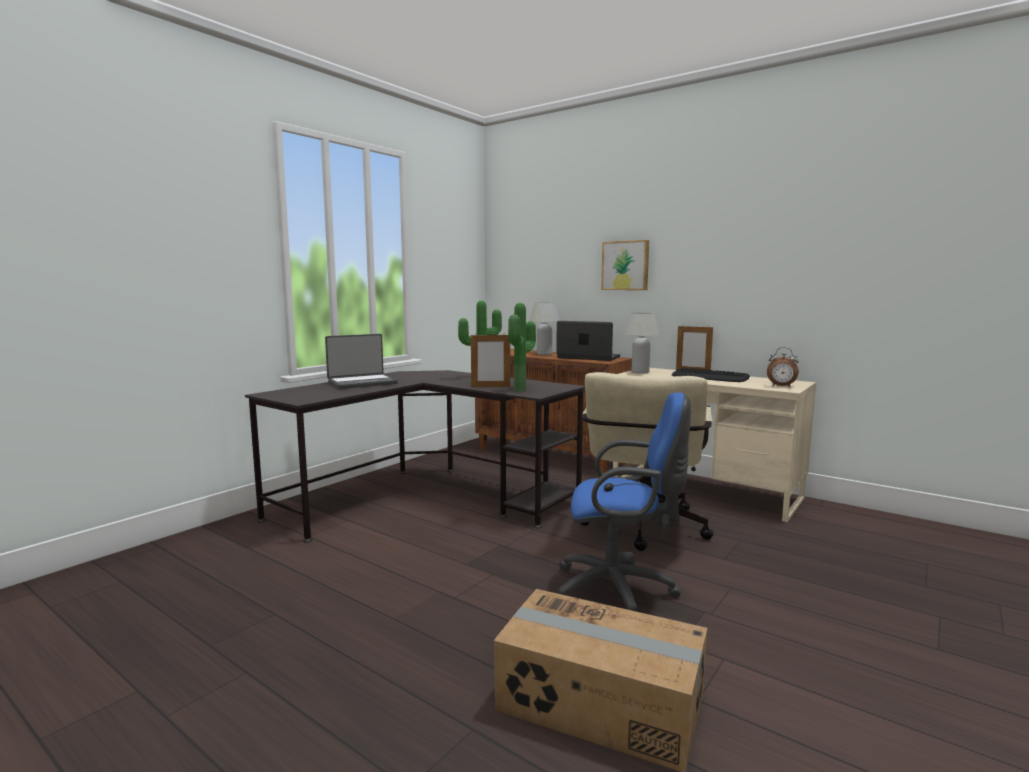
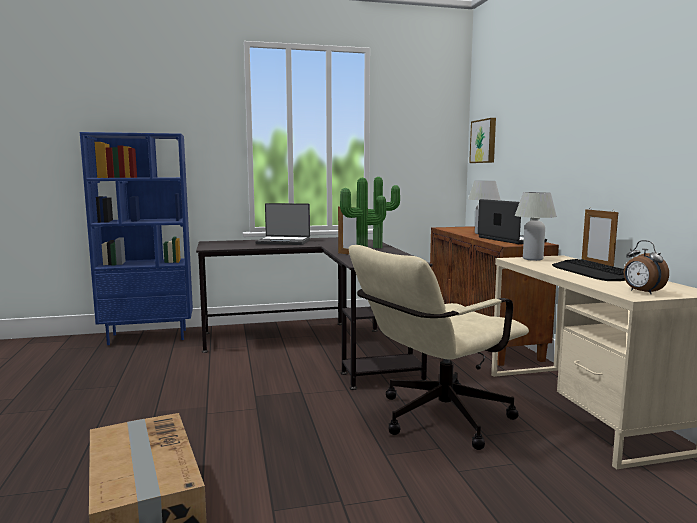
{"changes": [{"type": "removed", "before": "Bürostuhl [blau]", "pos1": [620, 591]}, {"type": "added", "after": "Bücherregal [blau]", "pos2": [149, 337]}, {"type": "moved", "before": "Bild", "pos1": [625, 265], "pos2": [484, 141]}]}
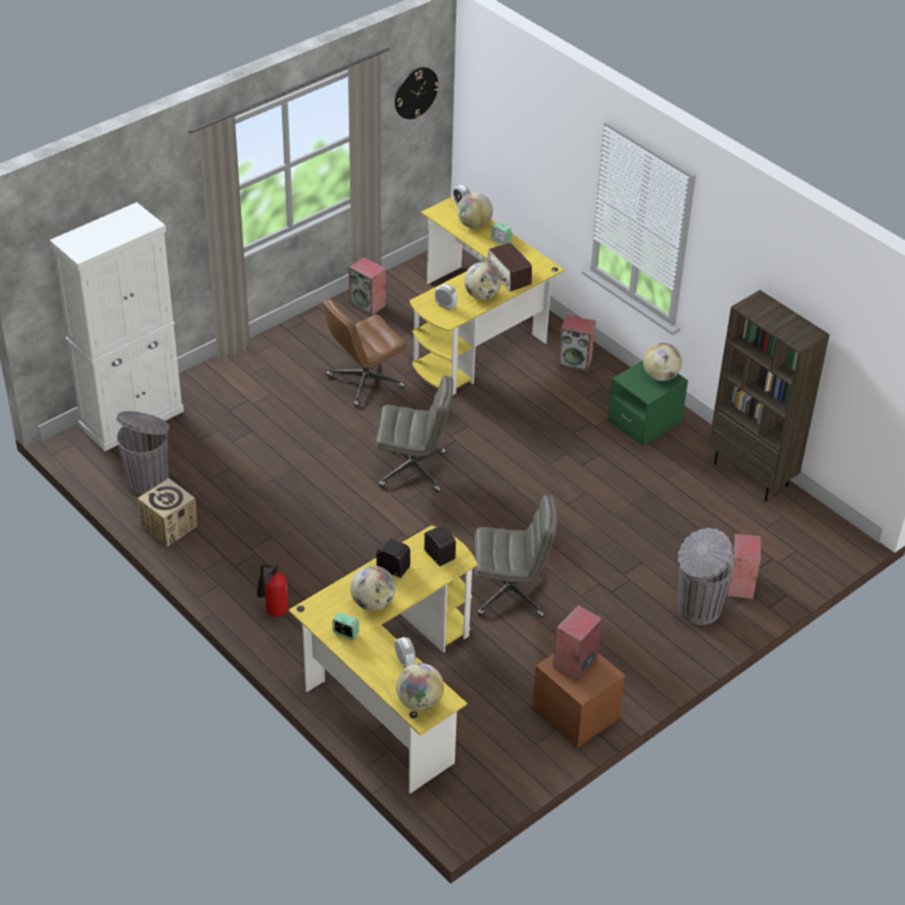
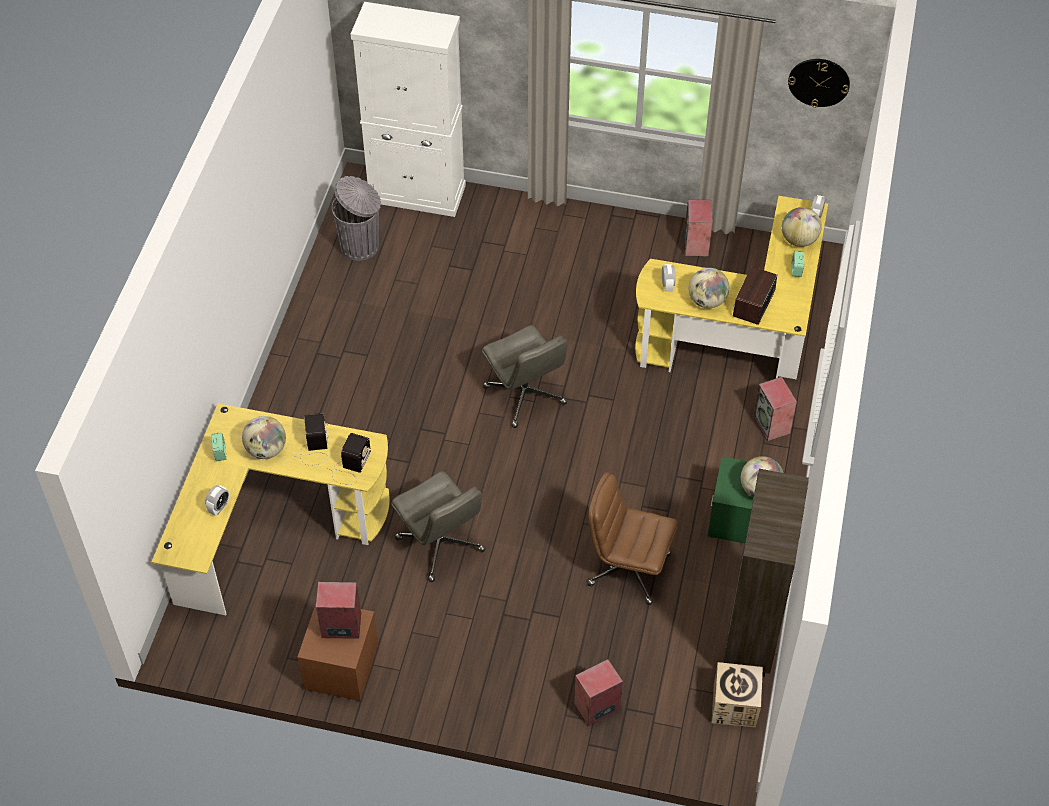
{"changes": [{"type": "removed", "before": "Feuerlöscher", "pos1": [273, 611]}, {"type": "removed", "before": "Globus", "pos1": [419, 702]}, {"type": "removed", "before": "Mülleimer [grau]", "pos1": [697, 609]}, {"type": "moved", "before": "Karton", "pos1": [169, 526], "pos2": [734, 705]}, {"type": "moved", "before": "Bürostuhl [braun]", "pos1": [364, 382], "pos2": [628, 569]}]}
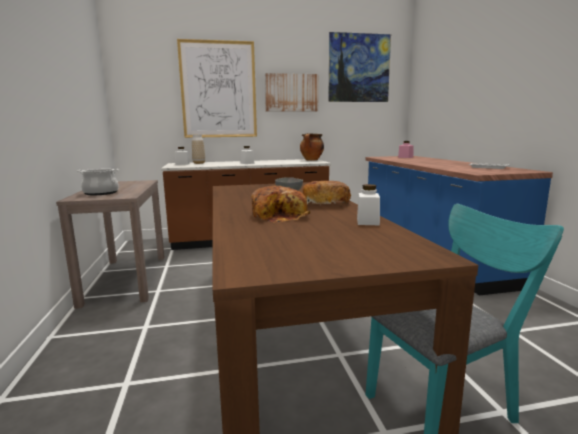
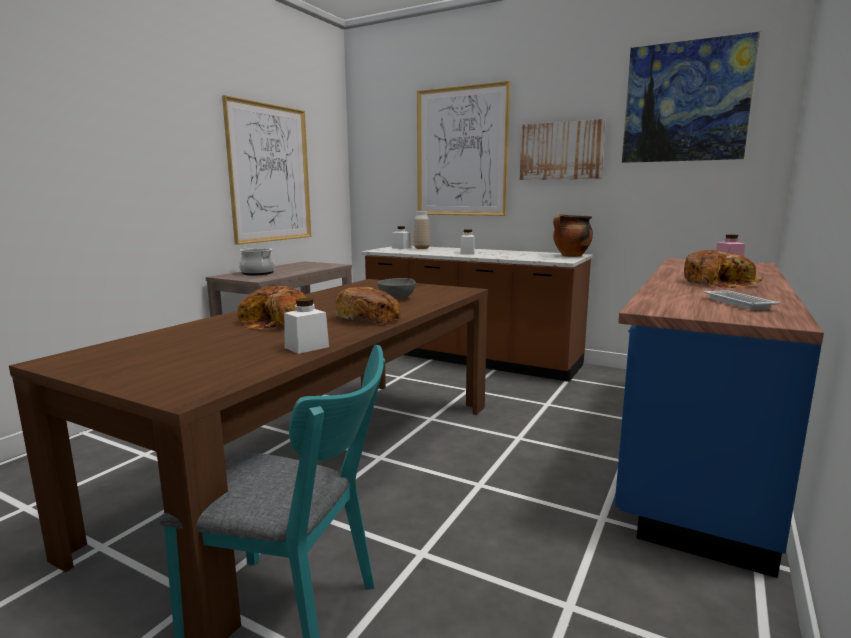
{"changes": [{"type": "added", "after": "Bild", "pos2": [270, 174]}, {"type": "added", "after": "Brot", "pos2": [719, 283]}]}
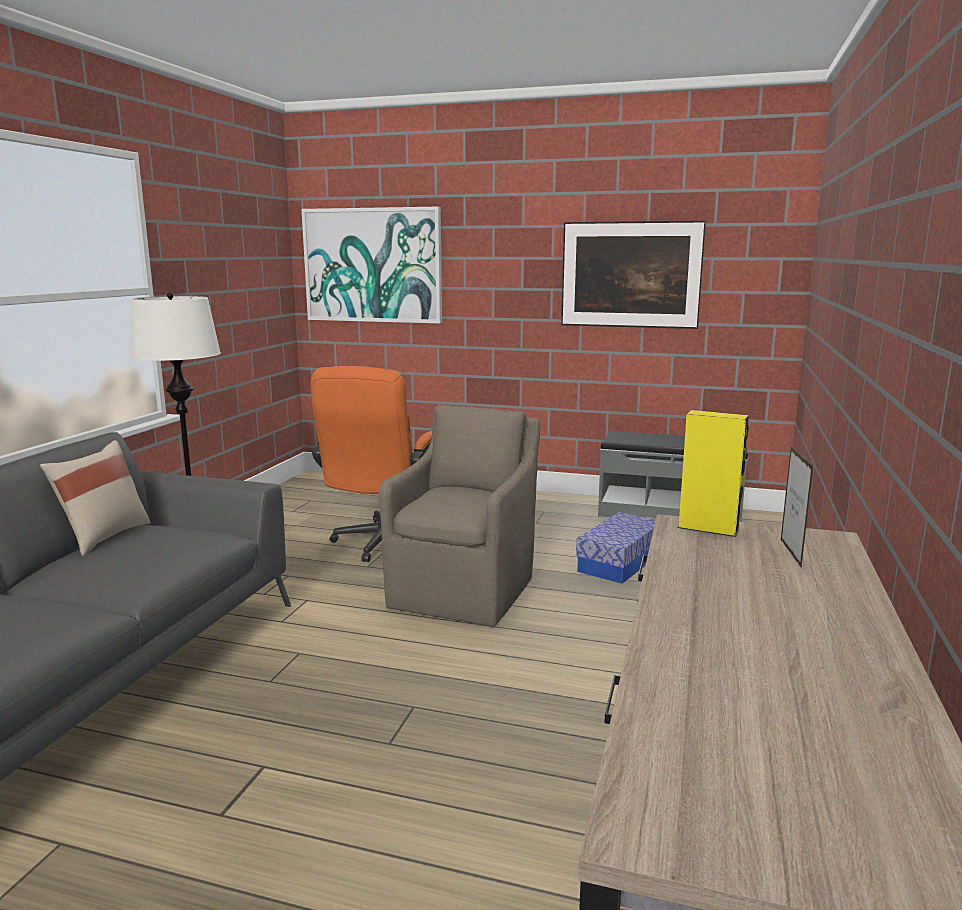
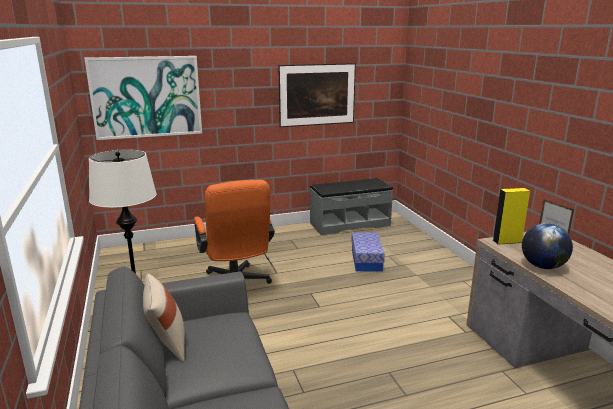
{"changes": [{"type": "removed", "before": "Sessel [braun]", "pos1": [464, 590]}, {"type": "added", "after": "Globus", "pos2": [542, 266]}]}
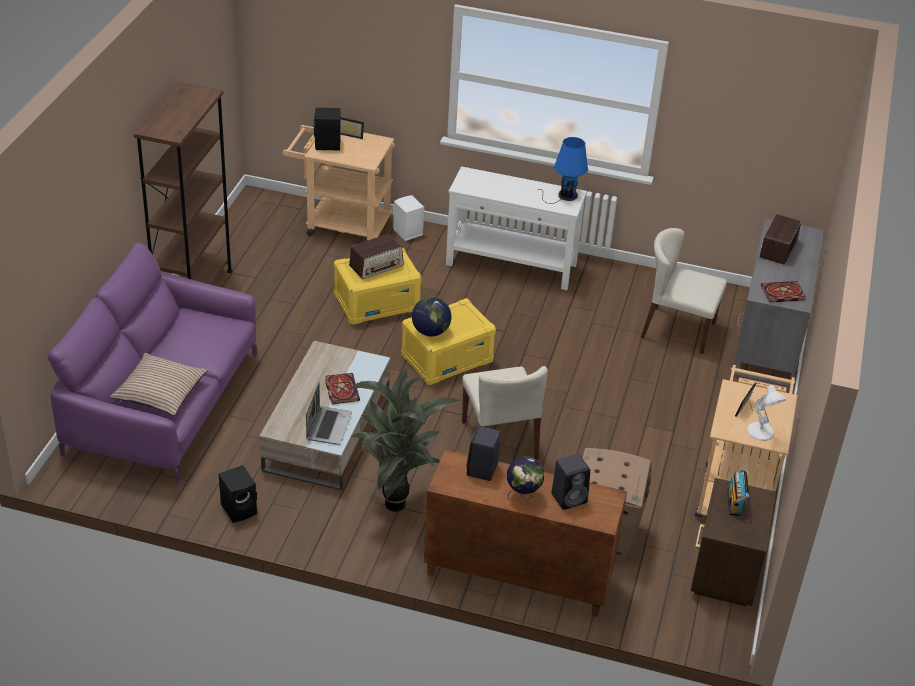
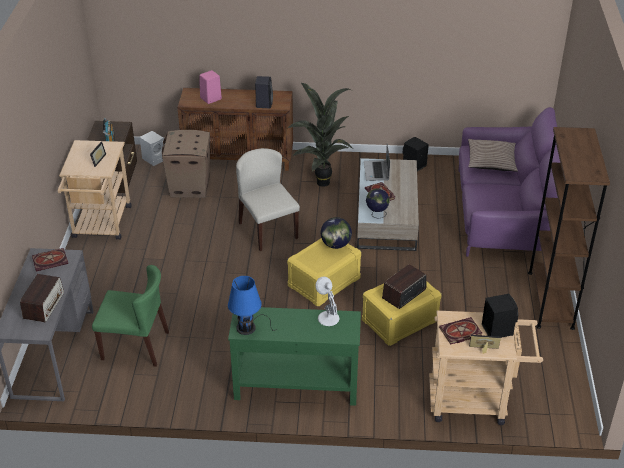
{"changes": [{"type": "added", "after": "Buch", "pos2": [460, 332]}, {"type": "moved", "before": "Lautsprecher [weiß]", "pos1": [406, 232], "pos2": [154, 159]}, {"type": "moved", "before": "Globus", "pos1": [523, 495], "pos2": [376, 214]}, {"type": "moved", "before": "Tischlampe [weiß]", "pos1": [761, 432], "pos2": [327, 317]}, {"type": "recoloured", "before": "Konsolentisch [weiß]", "after": "Konsolentisch [grün]", "pos1": [511, 265], "pos2": [295, 386]}, {"type": "recoloured", "before": "Lautsprecher [schwarz]", "after": "Lautsprecher [rosa]", "pos1": [569, 498], "pos2": [210, 99]}, {"type": "recoloured", "before": "Stuhl [beige]", "after": "Stuhl [grün]", "pos1": [677, 330], "pos2": [136, 345]}]}
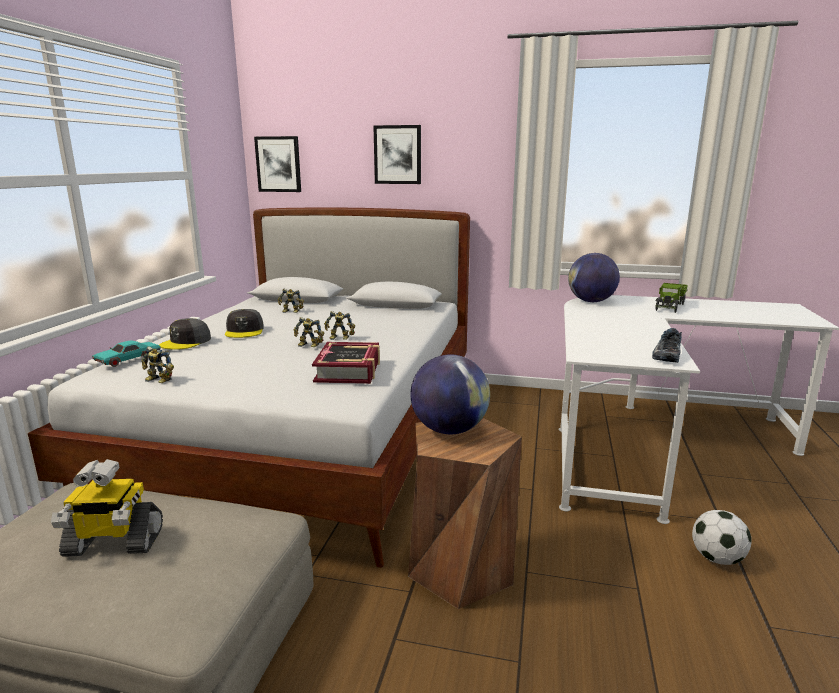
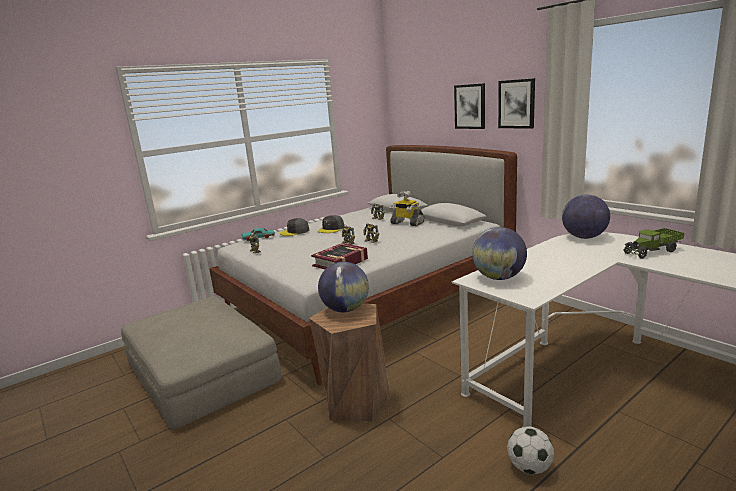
{"changes": [{"type": "removed", "before": "Schuh", "pos1": [665, 355]}, {"type": "added", "after": "Globus", "pos2": [499, 278]}, {"type": "moved", "before": "Spielzeugroboter", "pos1": [113, 543], "pos2": [407, 223]}, {"type": "moved", "before": "Bild", "pos1": [278, 164], "pos2": [516, 104]}]}
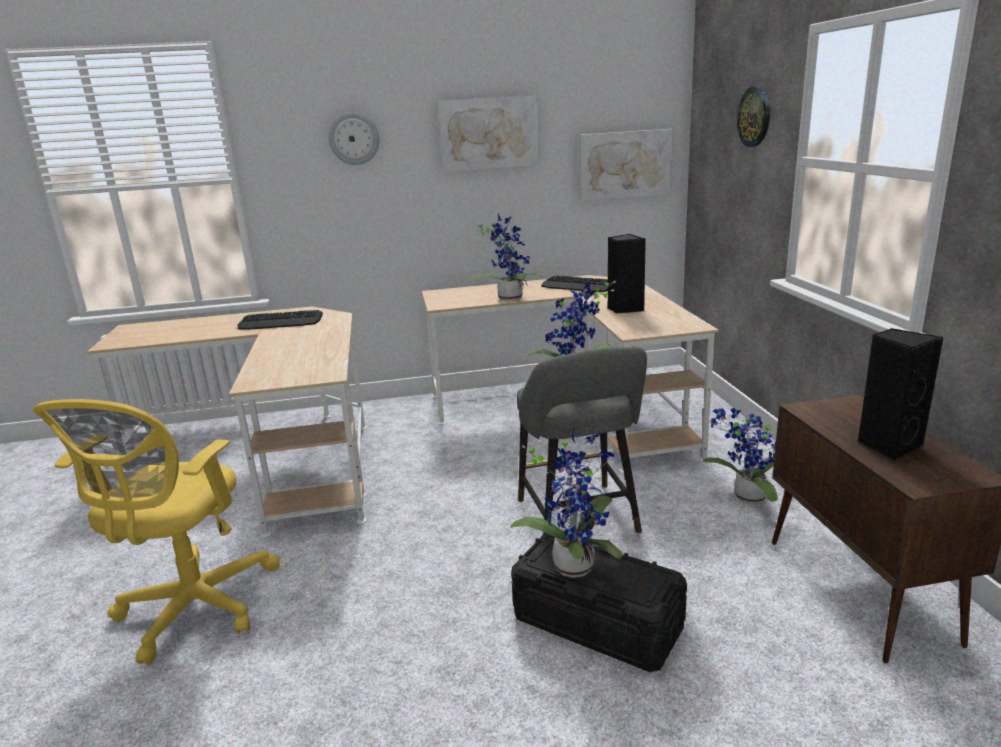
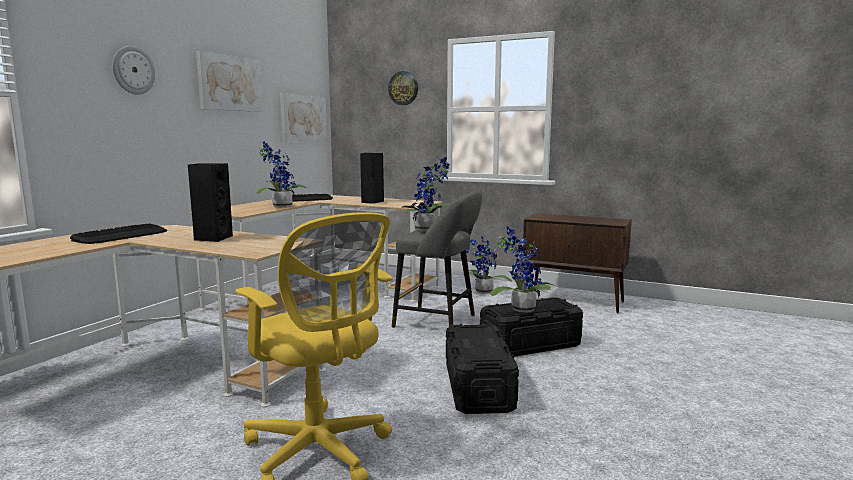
{"changes": [{"type": "added", "after": "Aufbewahrungsbox [schwarz]", "pos2": [478, 387]}, {"type": "moved", "before": "Lautsprecher [schwarz]", "pos1": [888, 445], "pos2": [213, 238]}]}
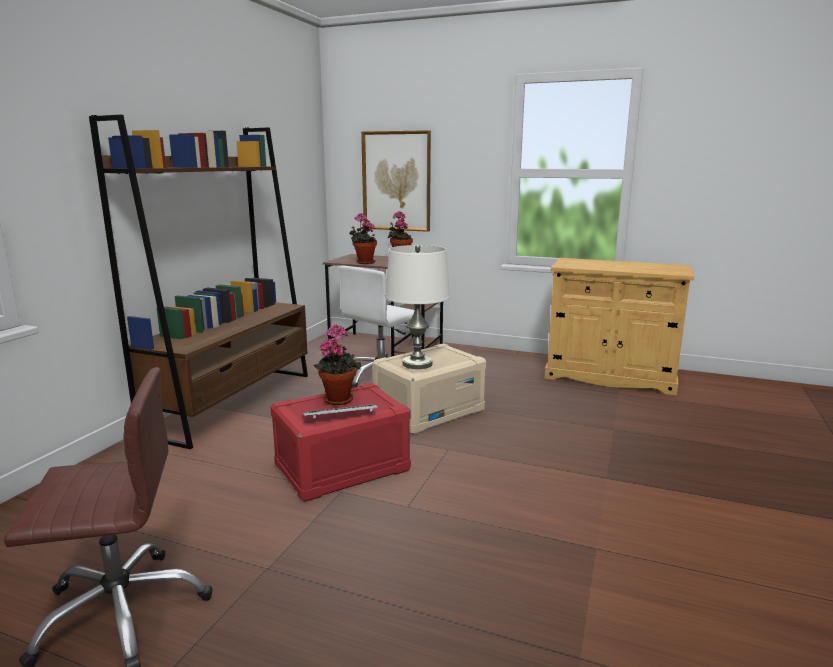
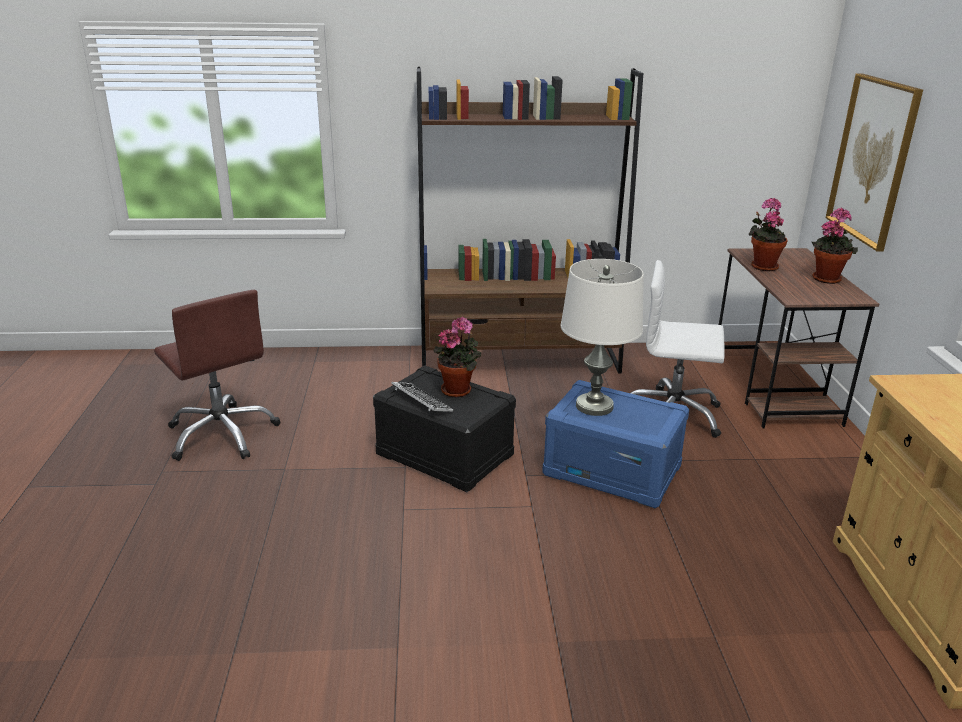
{"changes": [{"type": "recoloured", "before": "Aufbewahrungsbox [rot]", "after": "Aufbewahrungsbox [schwarz]", "pos1": [342, 469], "pos2": [443, 455]}, {"type": "recoloured", "before": "Aufbewahrungsbox [beige]", "after": "Aufbewahrungsbox [blau]", "pos1": [429, 411], "pos2": [612, 471]}]}
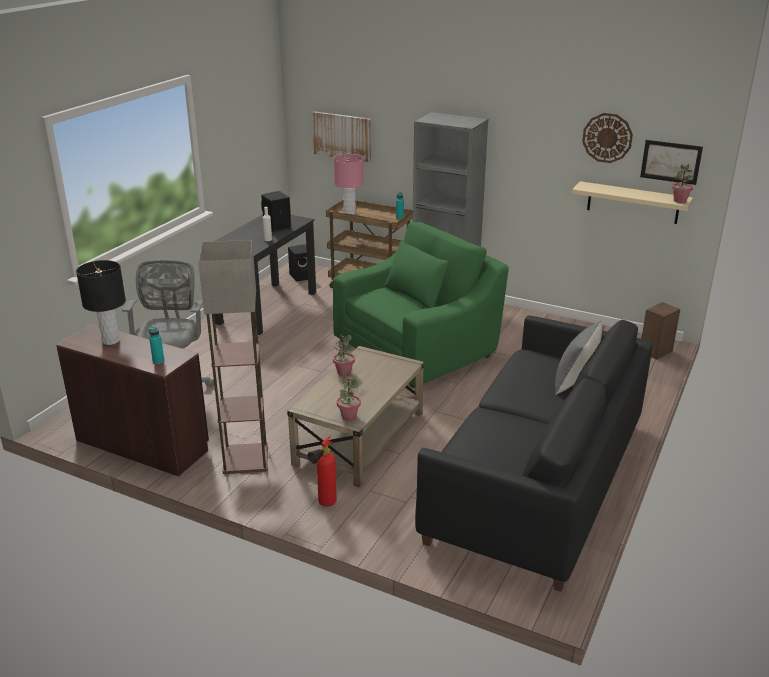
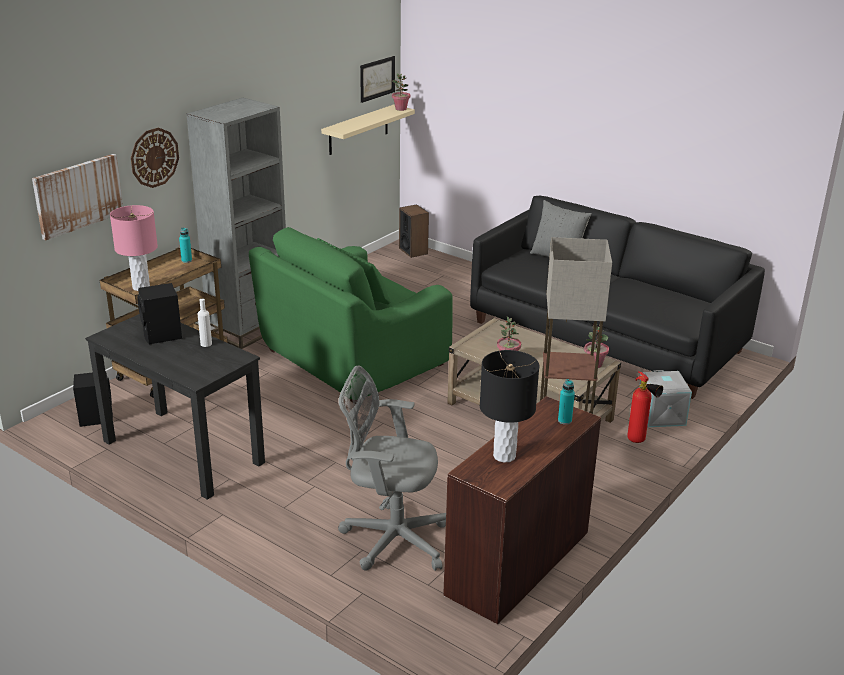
{"changes": [{"type": "added", "after": "Aufbewahrungsbox [grau]", "pos2": [662, 415]}, {"type": "moved", "before": "Wanduhr", "pos1": [607, 138], "pos2": [154, 157]}, {"type": "turned", "before": "Sessel [grün]", "pos1": [417, 347], "pos2": [351, 359], "turn": -105}]}
